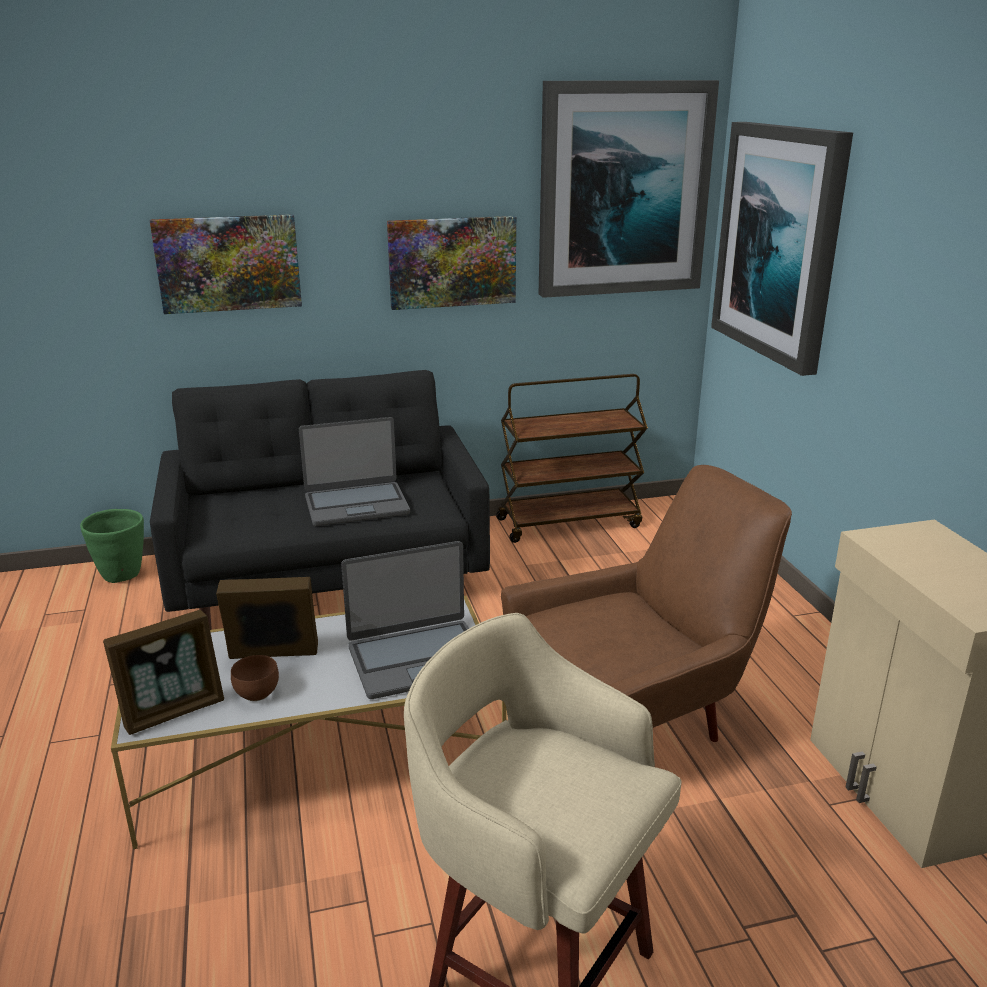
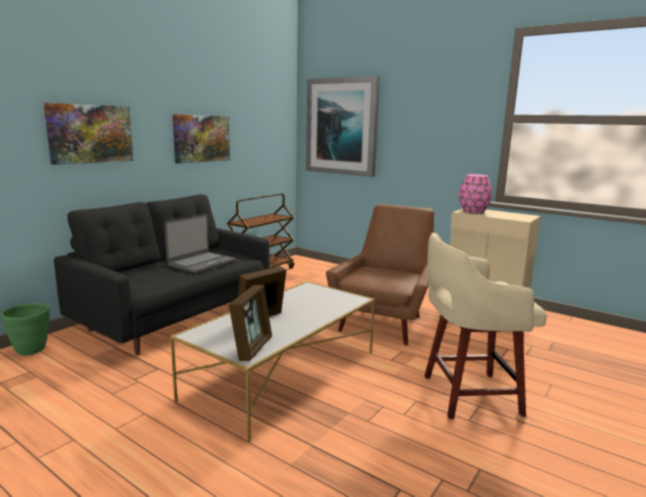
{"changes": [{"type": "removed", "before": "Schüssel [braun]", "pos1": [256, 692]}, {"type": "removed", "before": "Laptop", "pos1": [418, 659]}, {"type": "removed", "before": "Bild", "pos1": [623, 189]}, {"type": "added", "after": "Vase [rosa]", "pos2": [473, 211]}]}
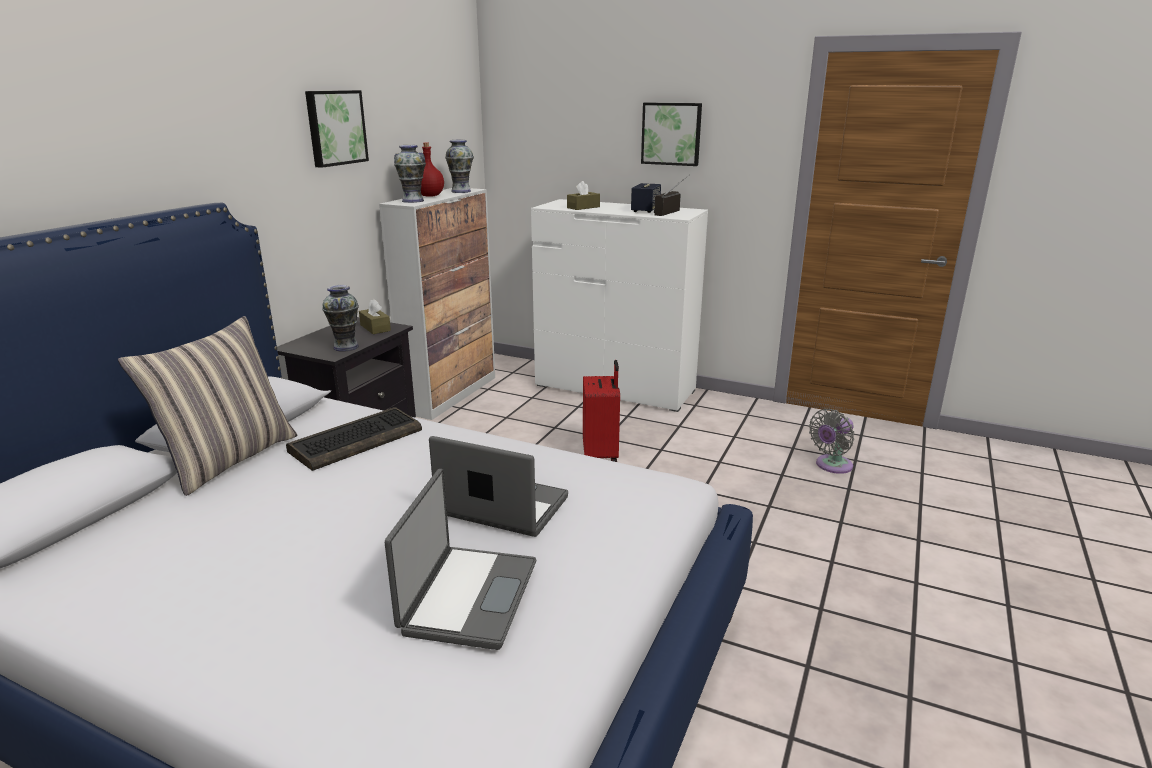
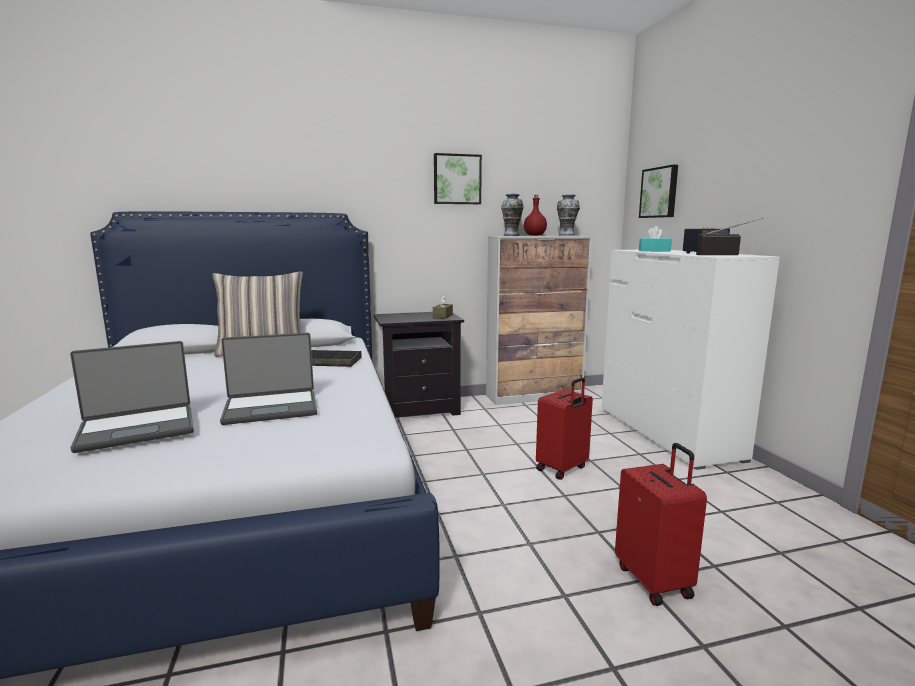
{"changes": [{"type": "removed", "before": "Vase", "pos1": [346, 347]}, {"type": "removed", "before": "Ventilator [grau]", "pos1": [831, 466]}, {"type": "added", "after": "Koffer [rot]", "pos2": [655, 580]}, {"type": "moved", "before": "Bild", "pos1": [671, 134], "pos2": [660, 192]}, {"type": "recoloured", "before": "Taschentuchbox [braun]", "after": "Taschentuchbox [türkis]", "pos1": [583, 207], "pos2": [654, 251]}, {"type": "turned", "before": "Laptop", "pos1": [501, 507], "pos2": [271, 408], "turn": 90}]}
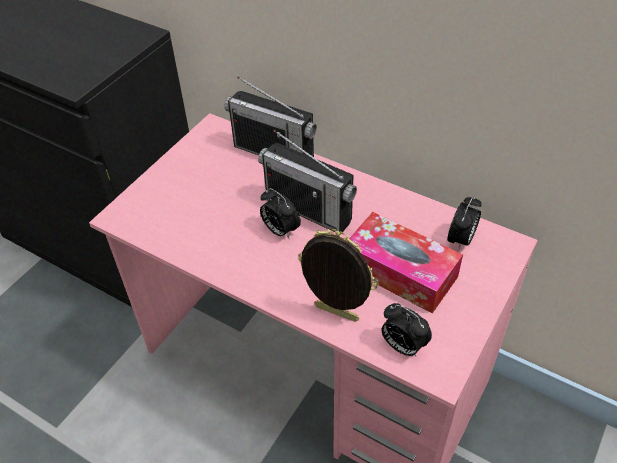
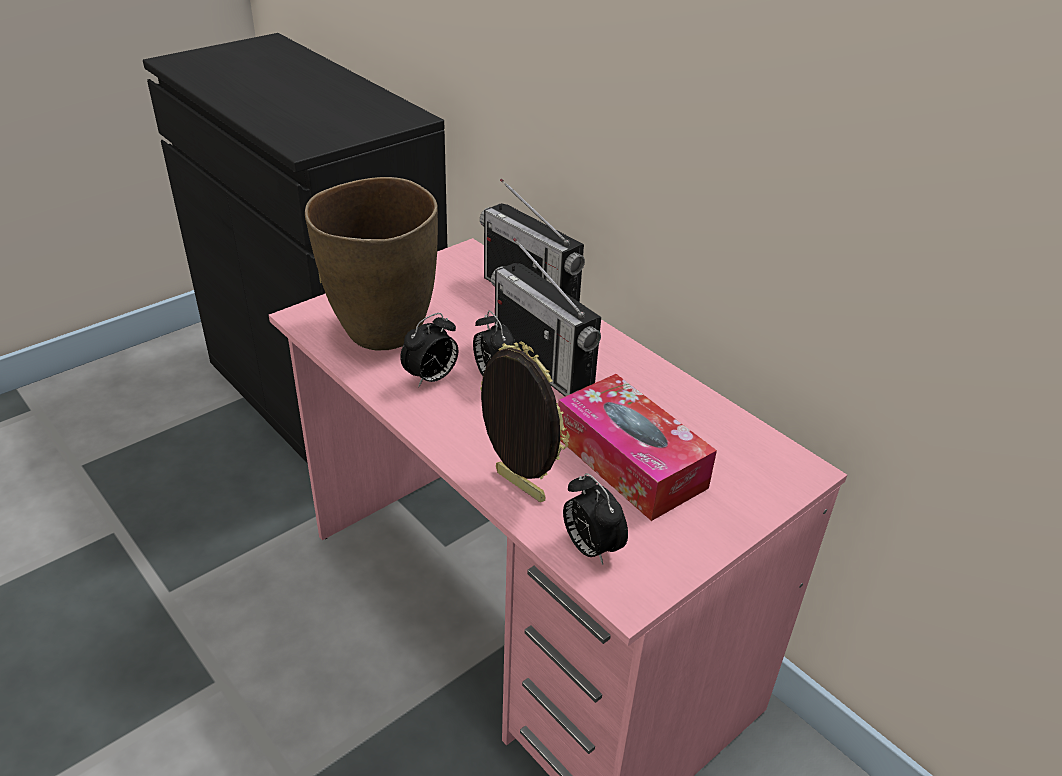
{"changes": [{"type": "added", "after": "Vase [braun]", "pos2": [382, 332]}, {"type": "moved", "before": "Wecker", "pos1": [461, 240], "pos2": [431, 378]}]}
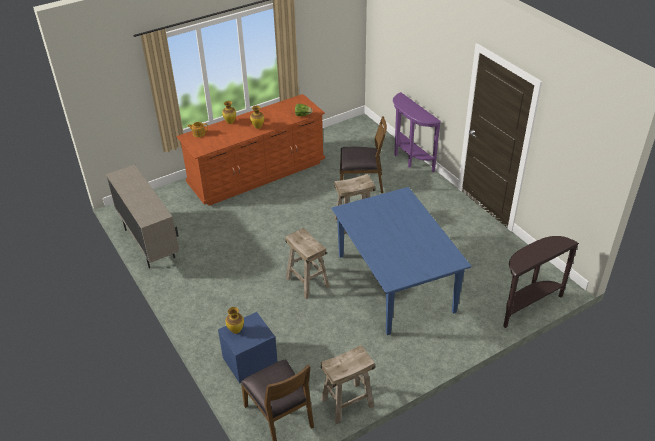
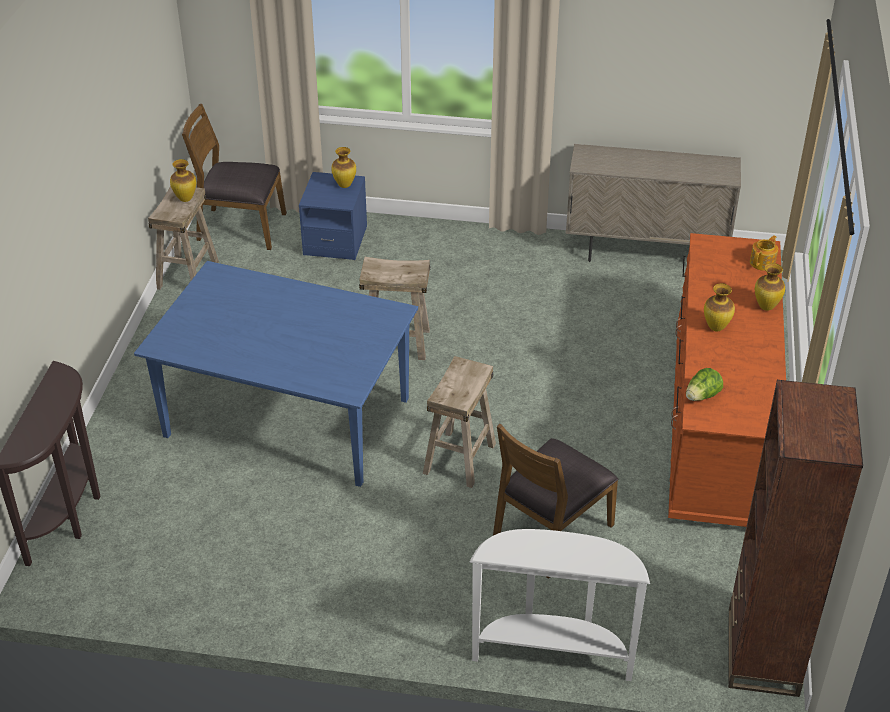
{"changes": [{"type": "added", "after": "Vase", "pos2": [185, 199]}, {"type": "added", "after": "Bücherregal [braun]", "pos2": [762, 652]}, {"type": "recoloured", "before": "Konsolentisch [lila]", "after": "Konsolentisch [weiß]", "pos1": [409, 159], "pos2": [553, 653]}]}
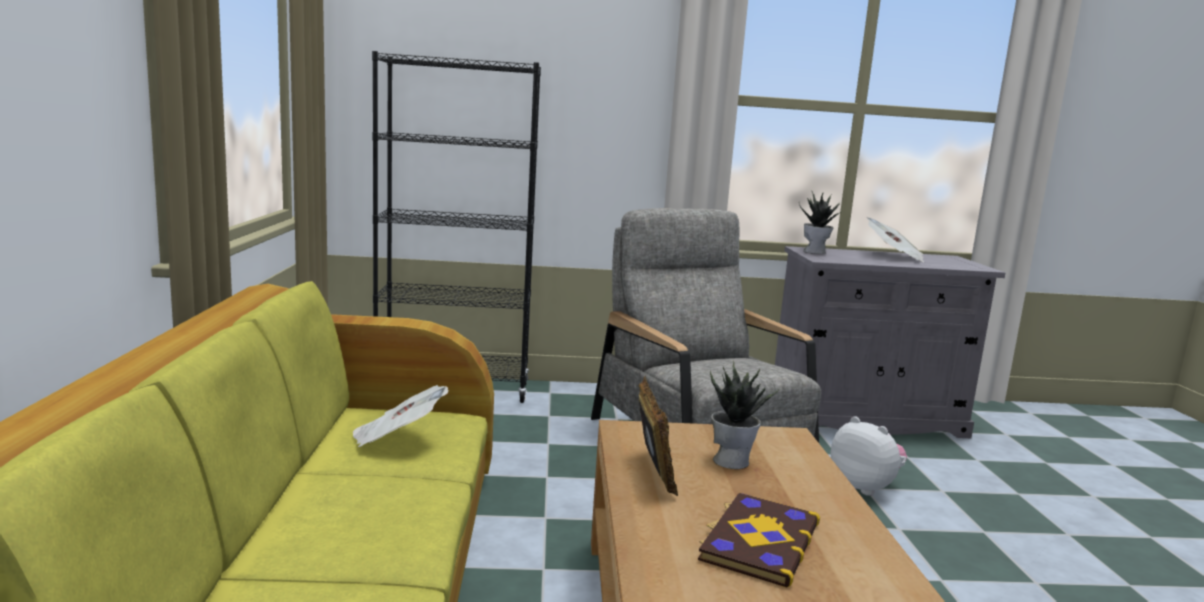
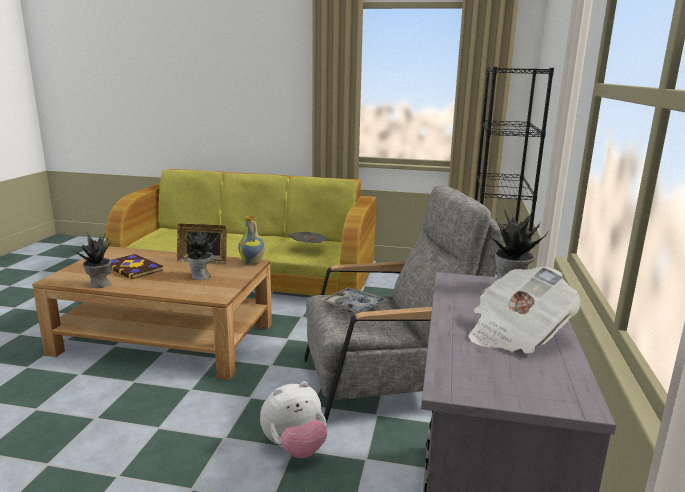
{"changes": [{"type": "added", "after": "Topfpflanze", "pos2": [99, 284]}, {"type": "added", "after": "Vase", "pos2": [253, 263]}, {"type": "added", "after": "Tablett", "pos2": [354, 306]}]}
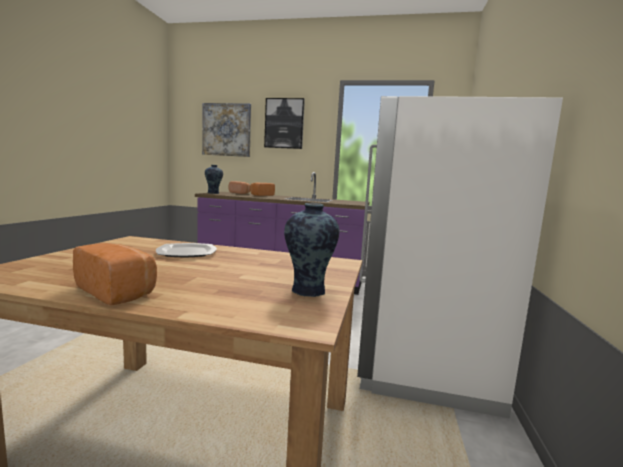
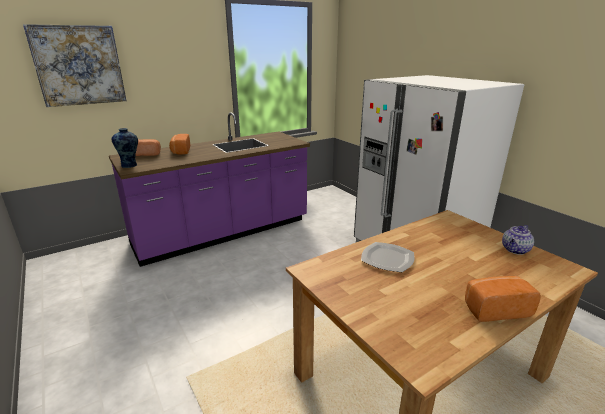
{"changes": [{"type": "removed", "before": "Bild", "pos1": [284, 123]}, {"type": "replaced", "before": "Vase", "after": "Teekanne", "pos1": [308, 291], "pos2": [515, 250]}]}
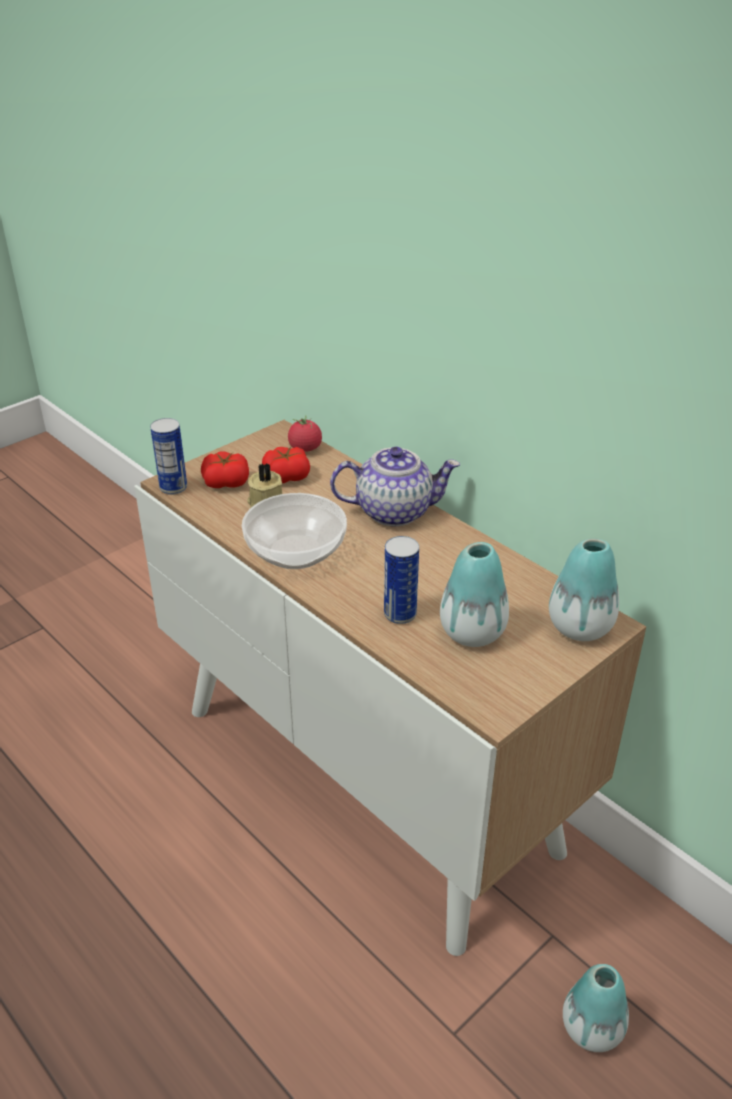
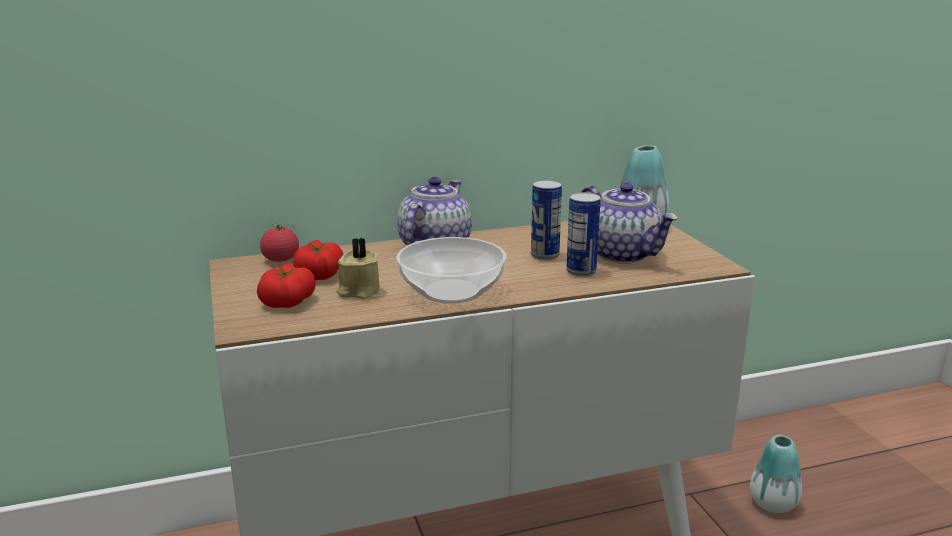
{"changes": [{"type": "moved", "before": "Dose", "pos1": [173, 488], "pos2": [544, 255]}, {"type": "replaced", "before": "Vase", "after": "Teekanne", "pos1": [472, 633], "pos2": [623, 254]}]}
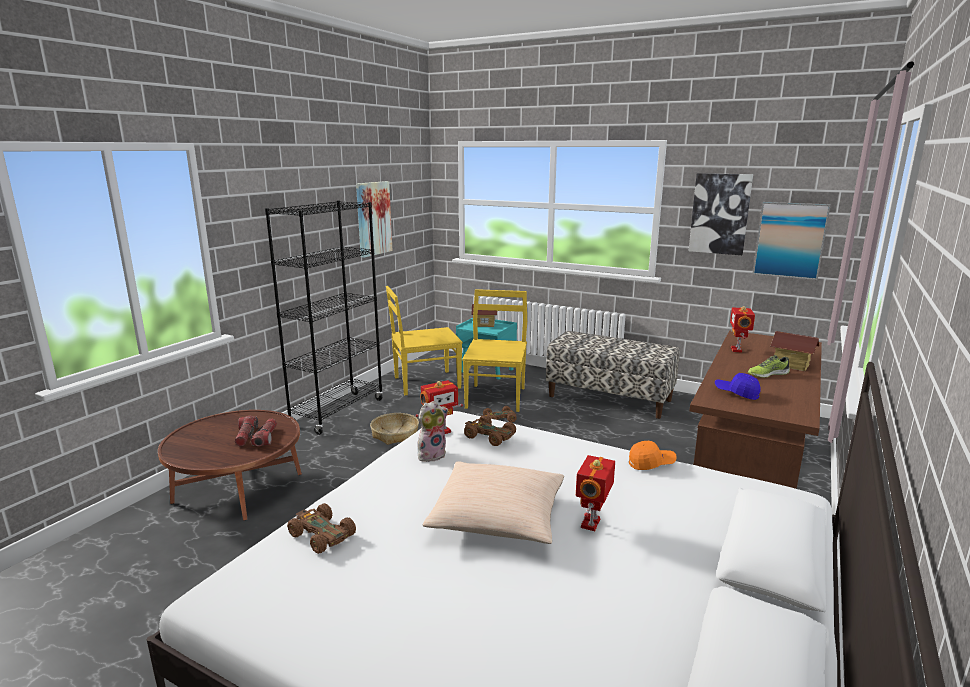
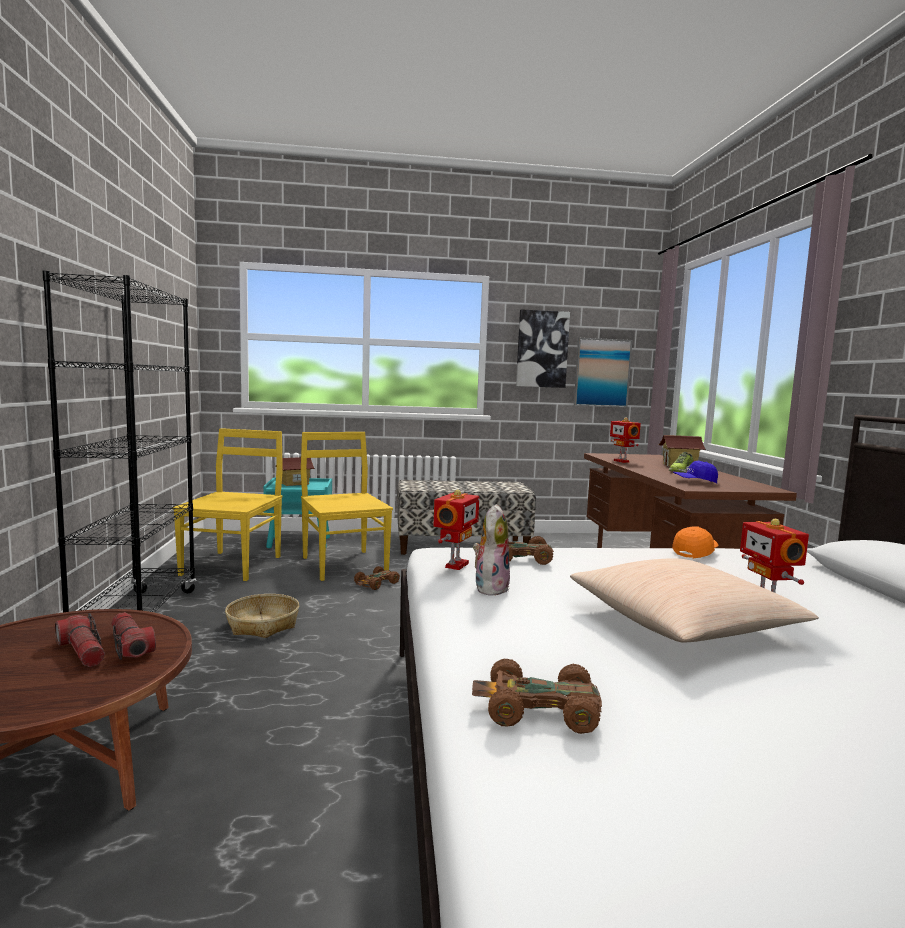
{"changes": [{"type": "removed", "before": "Bild", "pos1": [373, 218]}, {"type": "turned", "before": "Stuhl [gelb]", "pos1": [425, 383], "pos2": [233, 565], "turn": 150}]}
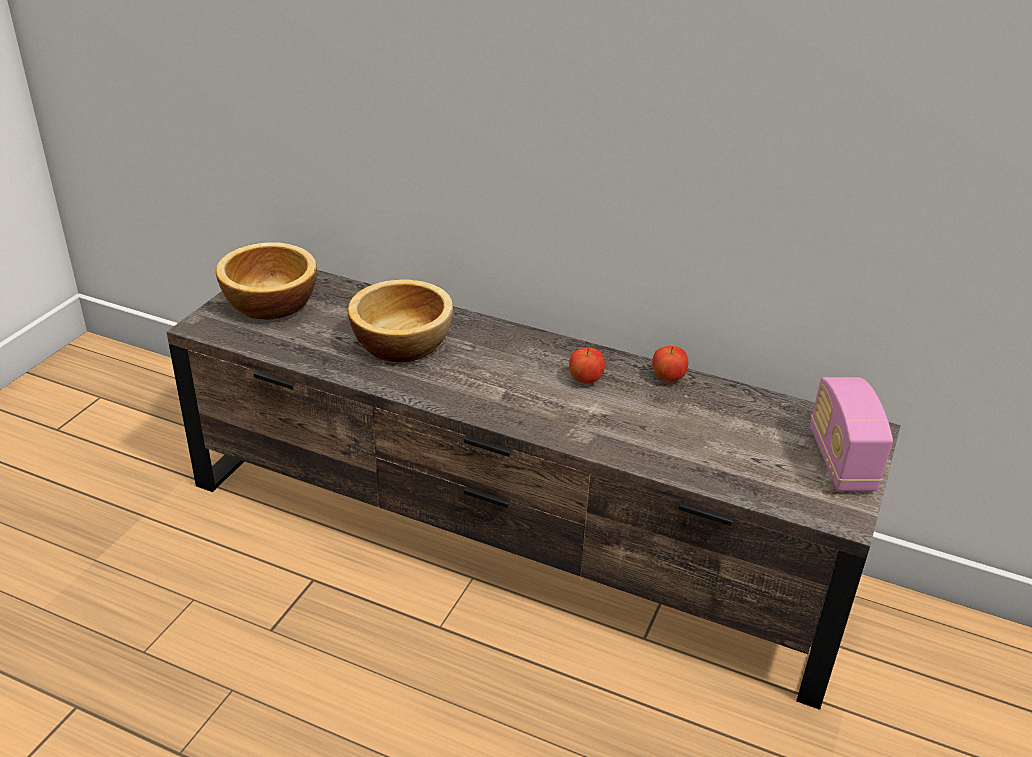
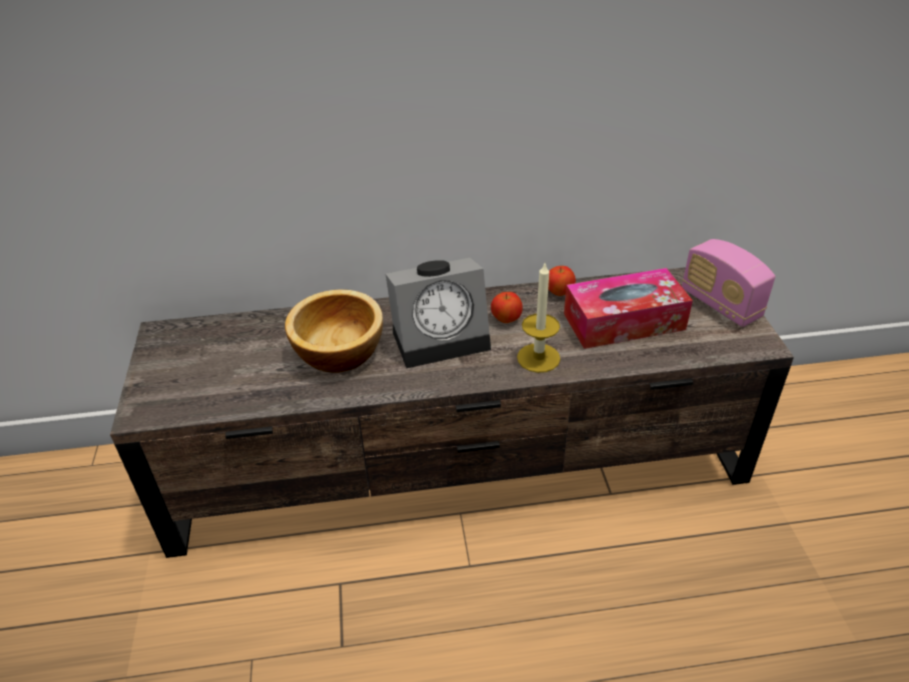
{"changes": [{"type": "removed", "before": "Schüssel", "pos1": [269, 303]}, {"type": "added", "after": "Wecker", "pos2": [442, 337]}, {"type": "added", "after": "Kerze", "pos2": [538, 358]}, {"type": "added", "after": "Taschentuchbox", "pos2": [624, 321]}]}
